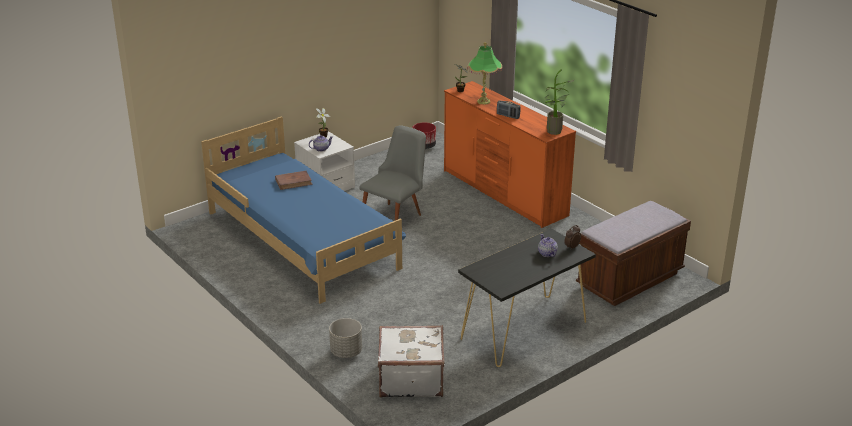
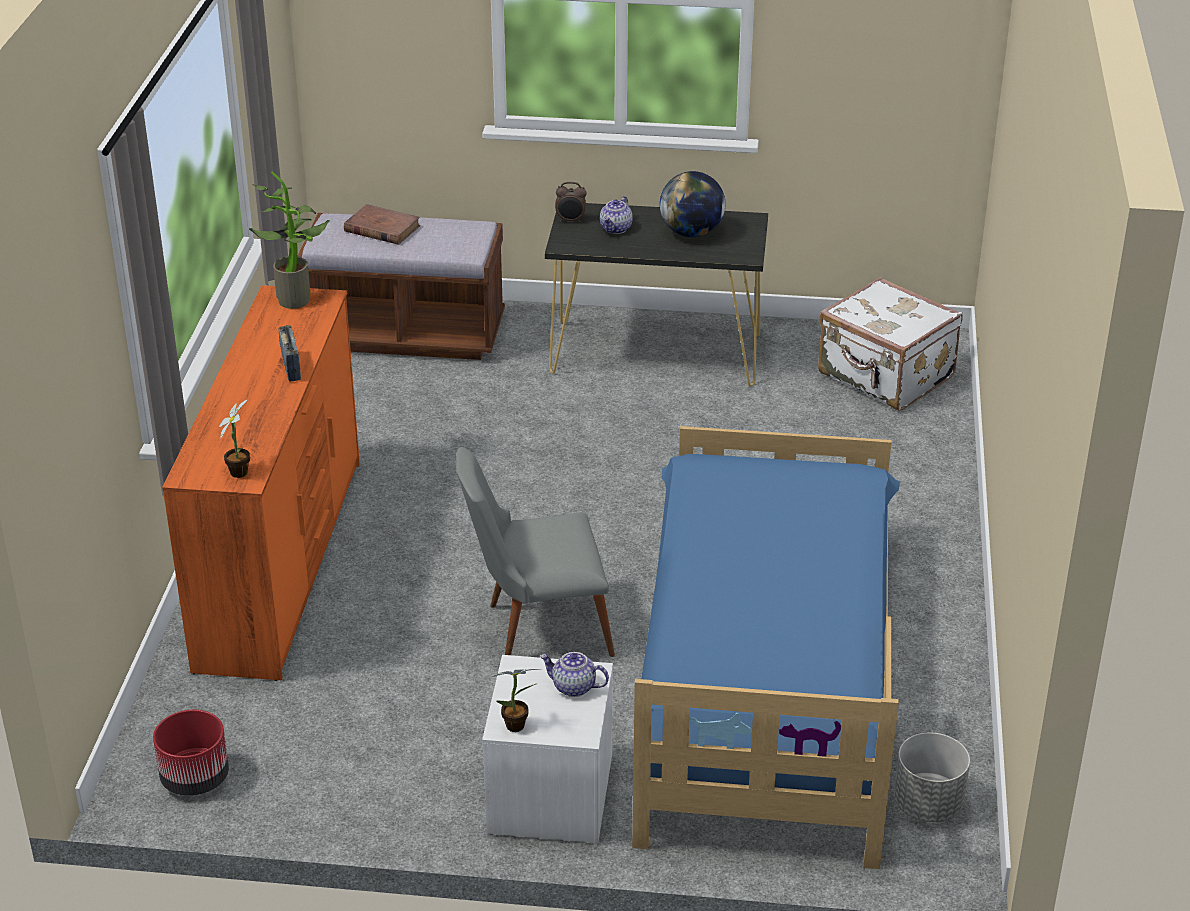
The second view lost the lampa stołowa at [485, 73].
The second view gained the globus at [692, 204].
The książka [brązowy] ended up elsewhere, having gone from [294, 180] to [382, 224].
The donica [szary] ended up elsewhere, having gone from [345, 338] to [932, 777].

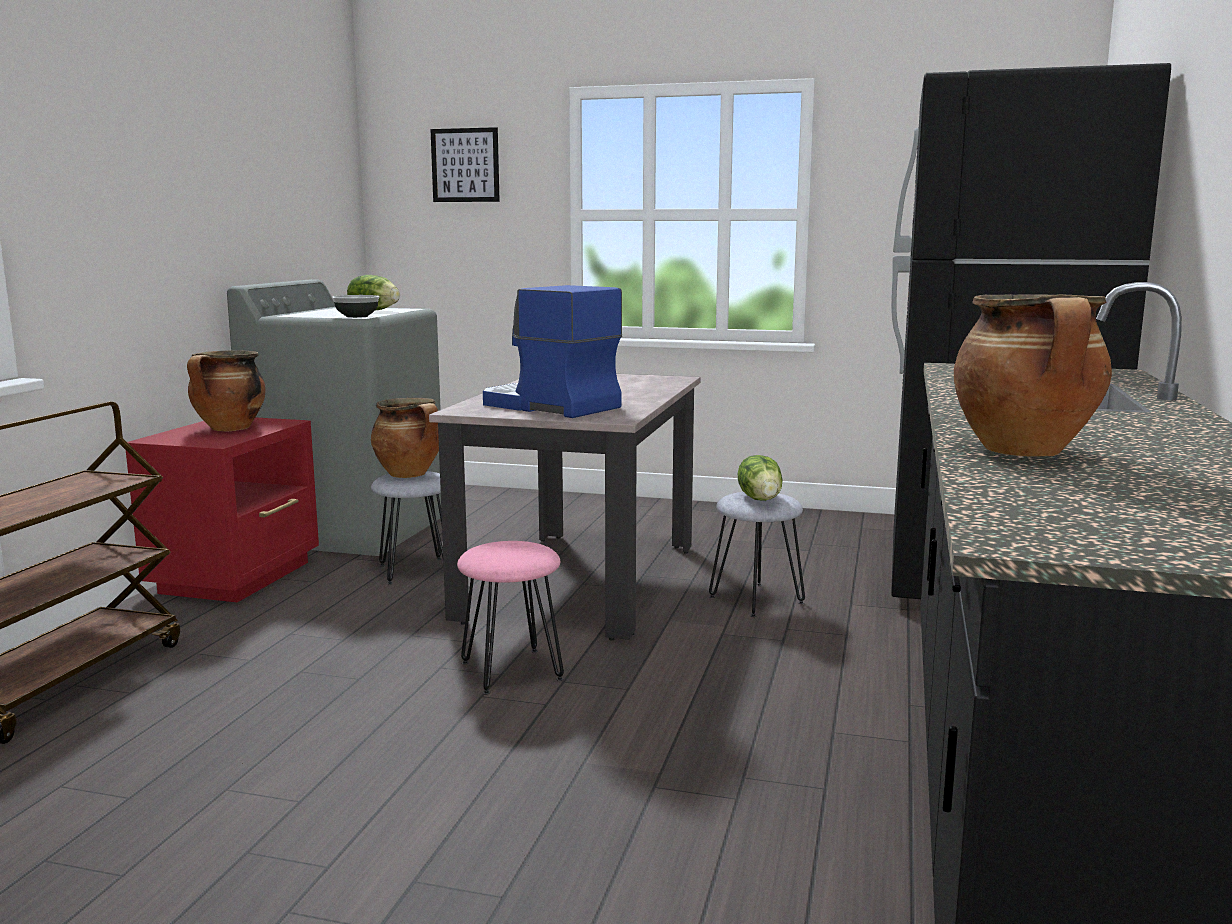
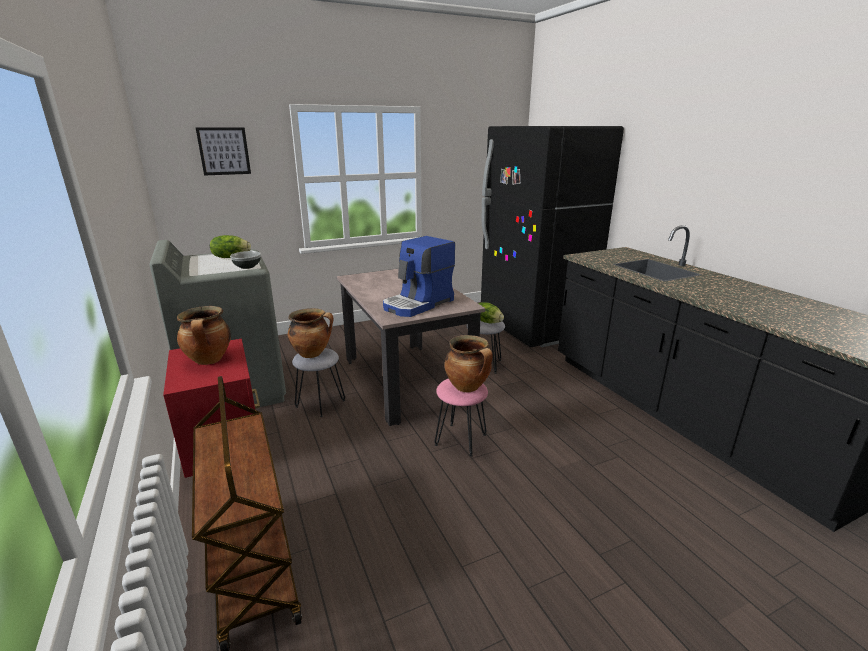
The garnek ended up elsewhere, having gone from [1033, 375] to [468, 363].
The ekspres do kawy at [552, 351] ended up facing another way, 45 degrees counterclockwise from before.

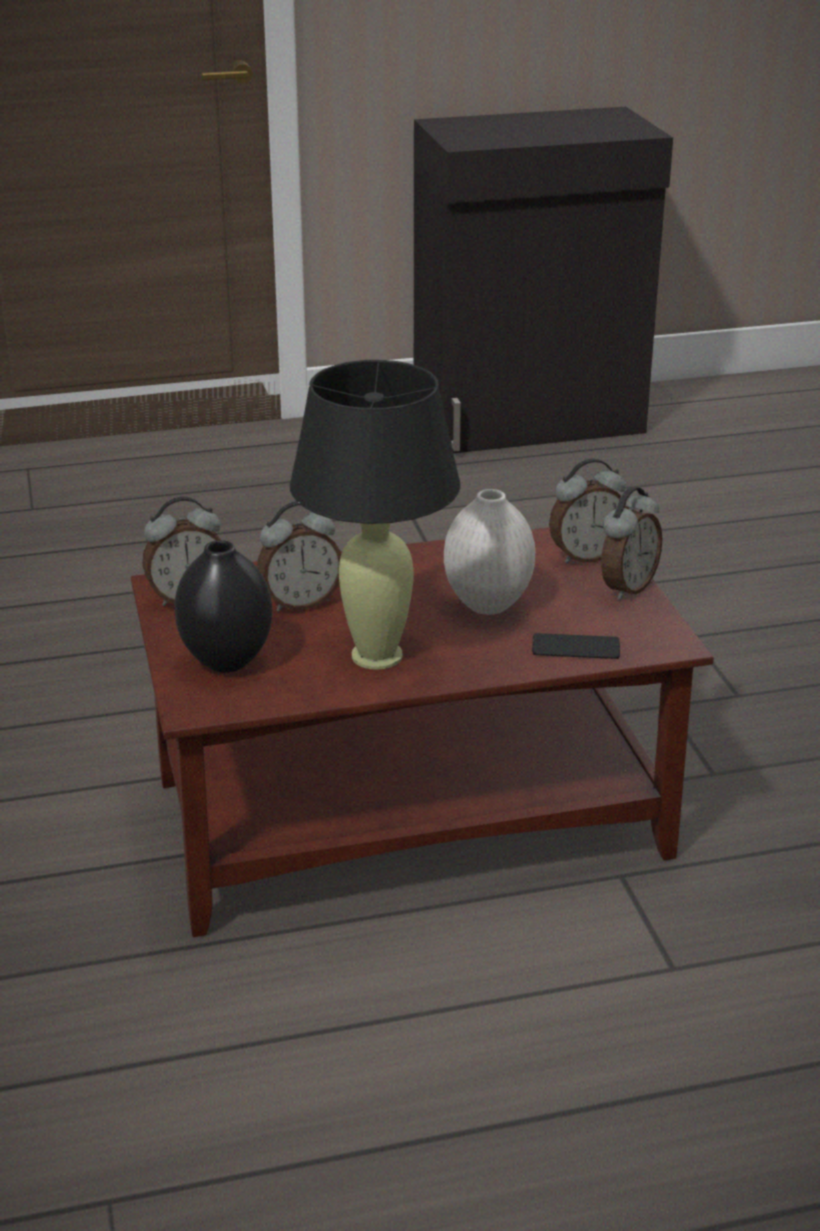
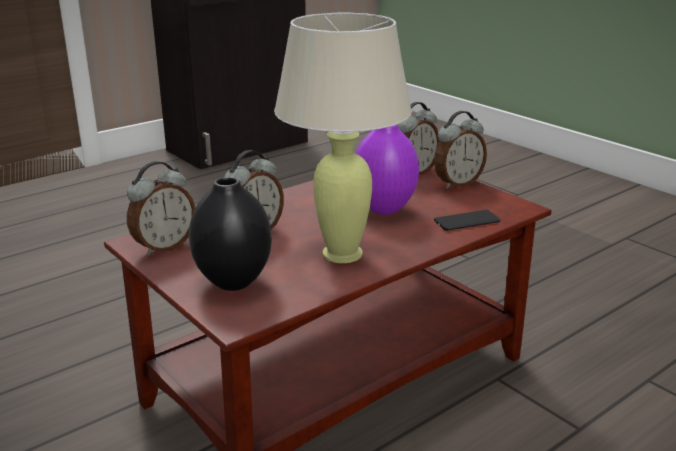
What was the lampa stołowa [czarny] at [375, 515] turned into the lampa stołowa [beżowy] at [343, 138].
What was the wazon [biały] at [489, 552] turned into the wazon [fioletowy] at [387, 169].
The budzik at [631, 543] ended up facing another way, 45 degrees clockwise from before.

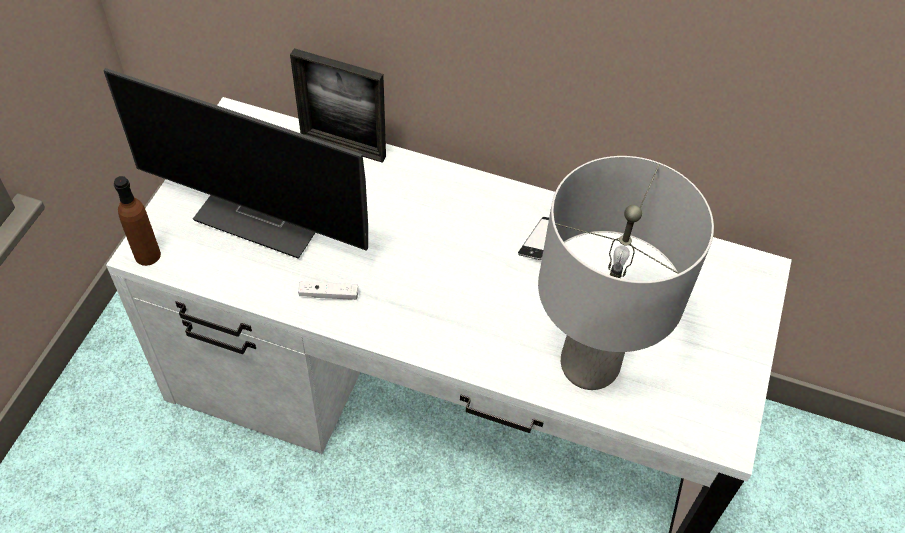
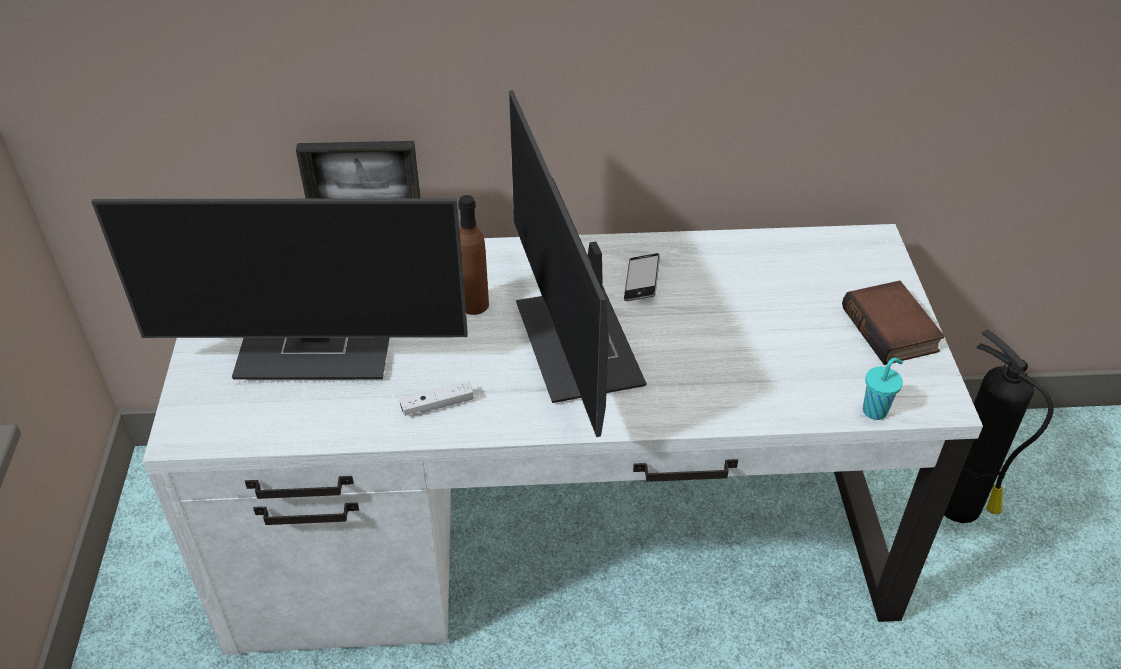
The second view lost the lampa stołowa [szary] at [626, 273].
The second view gained the monitor at [578, 263].
The second view gained the książka at [893, 323].
The second view gained the filiżanka [turkusowy] at [883, 389].
The second view gained the gaśnica at [999, 426].
The butelka [brązowy] ended up elsewhere, having gone from [137, 221] to [473, 255].

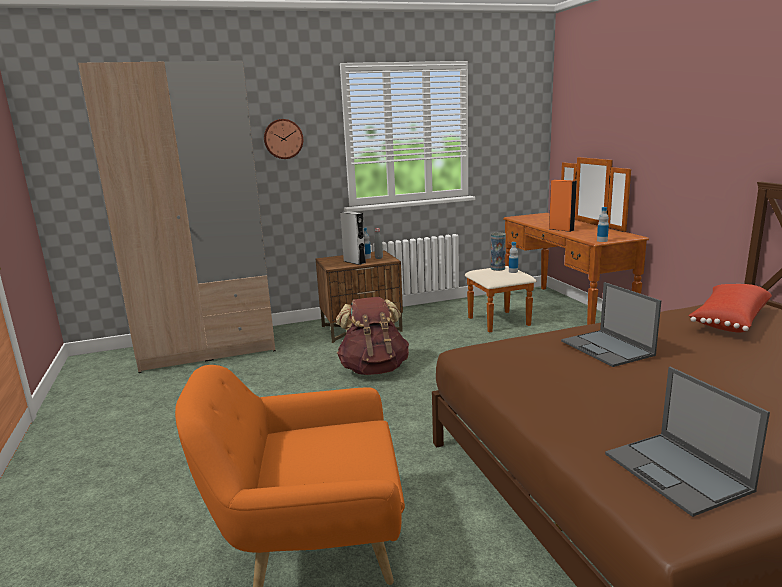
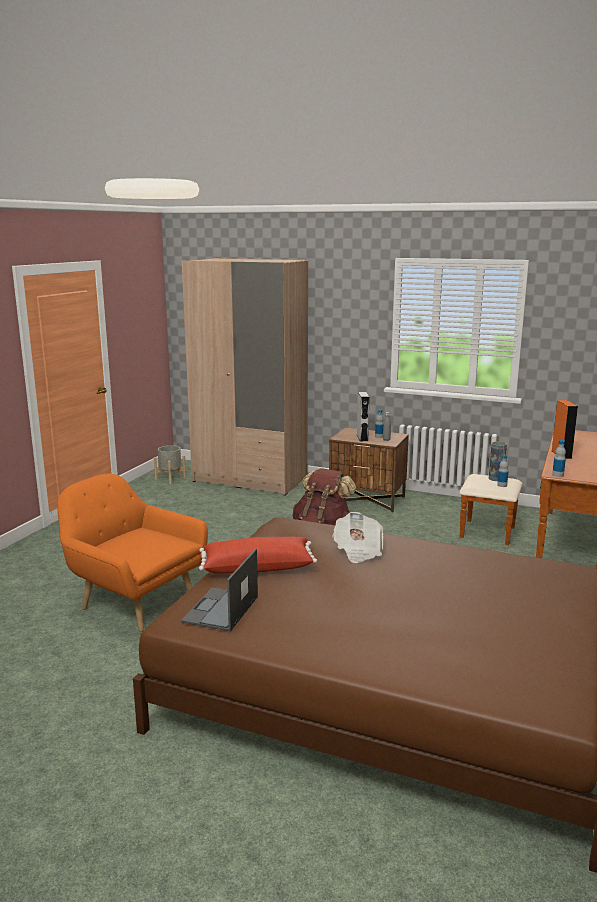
The second view lost the zegar ścienny at [283, 139].
The second view gained the donica [szary] at [170, 464].
The poduszka [czerwony] ended up elsewhere, having gone from [730, 308] to [258, 555].
Where the laptop stood at [611, 324], the gazeta came to stand at [357, 537].

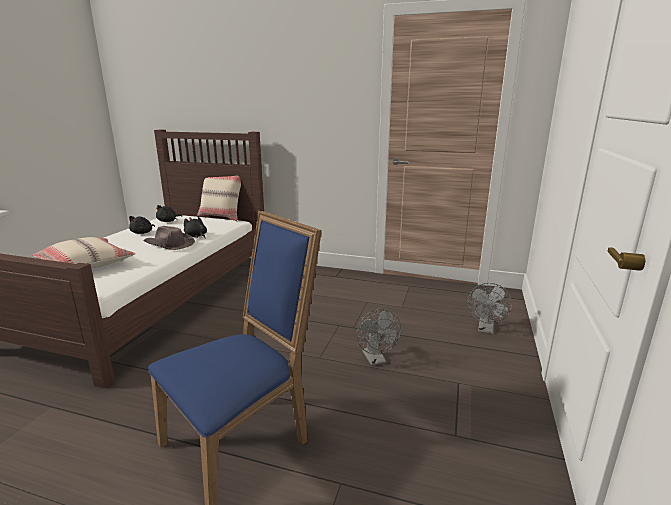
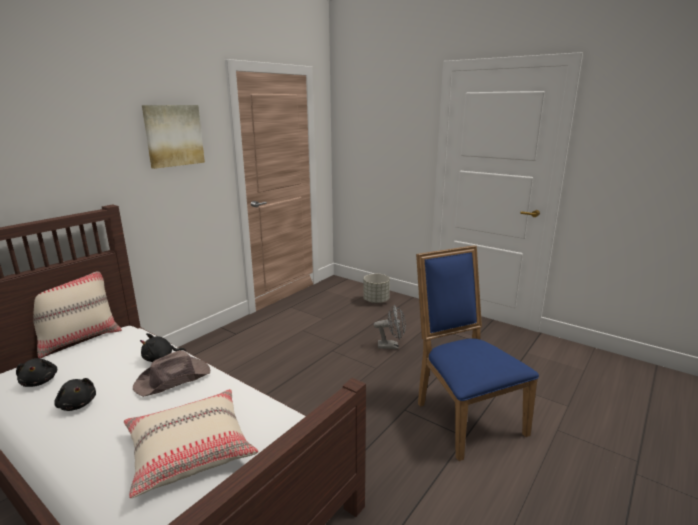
The second view gained the obraz at [173, 137].
Where the wentylator [szary] stood at [490, 308], the donica [szary] came to stand at [376, 288].

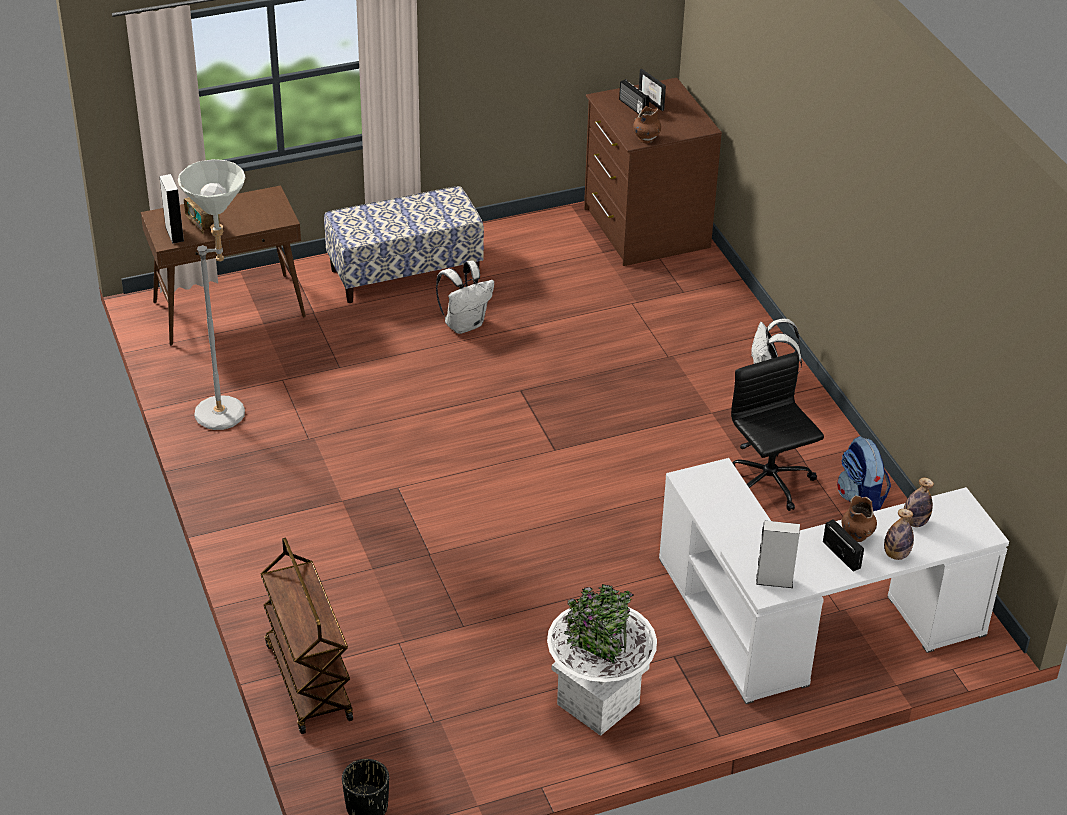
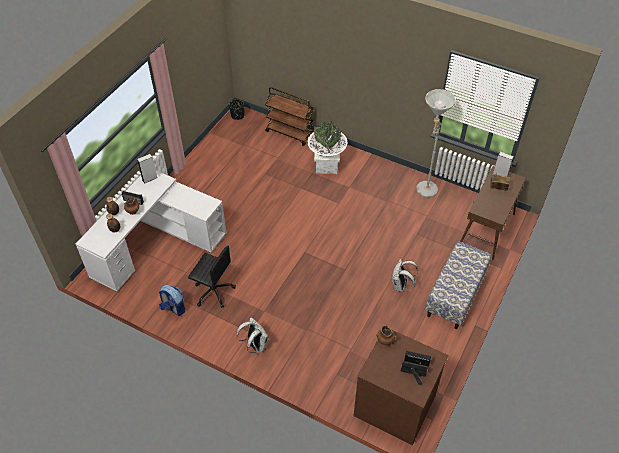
The donica [biały] ended up elsewhere, having gone from [602, 660] to [327, 147].

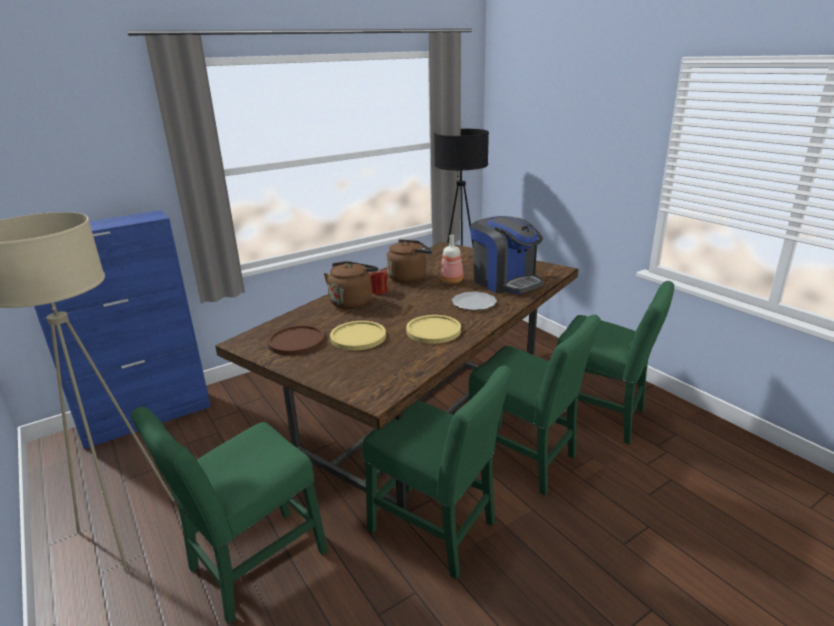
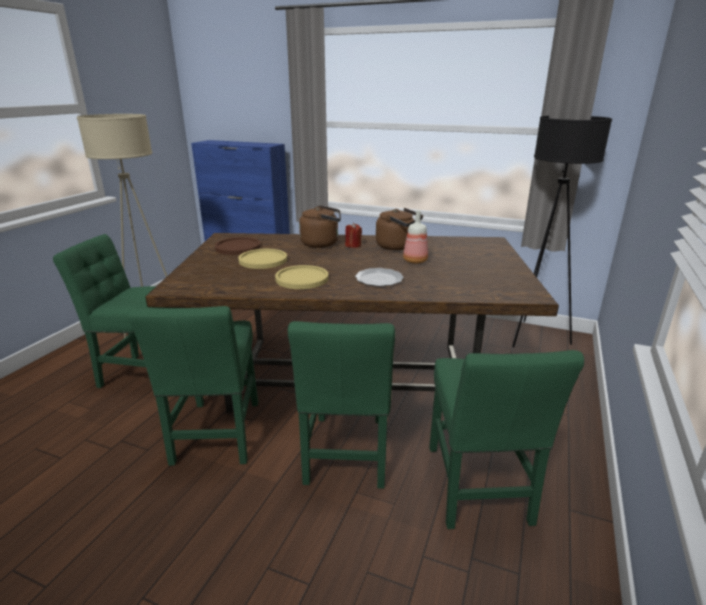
The second view lost the ekspres do kawy at [507, 255].

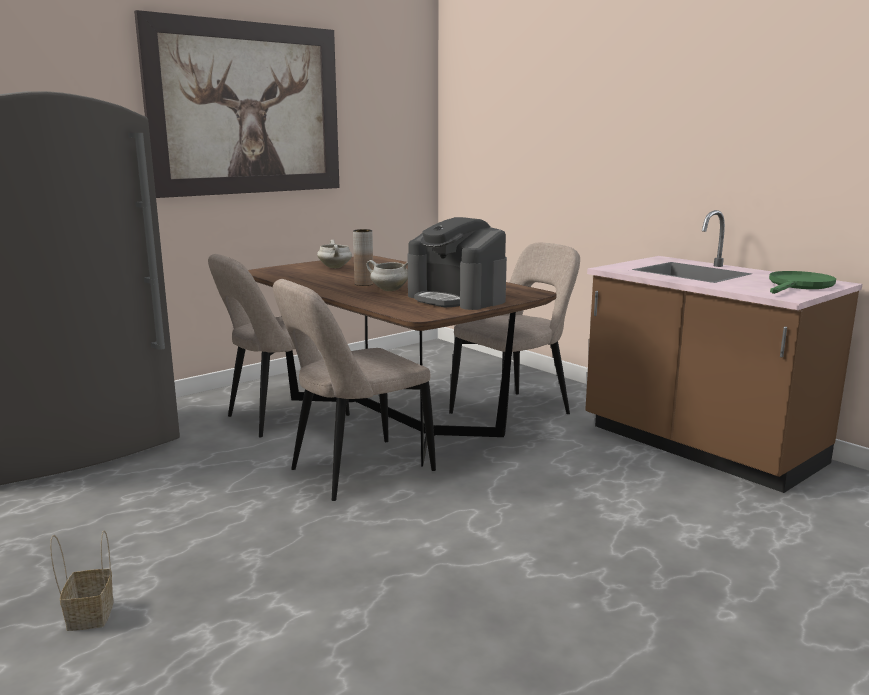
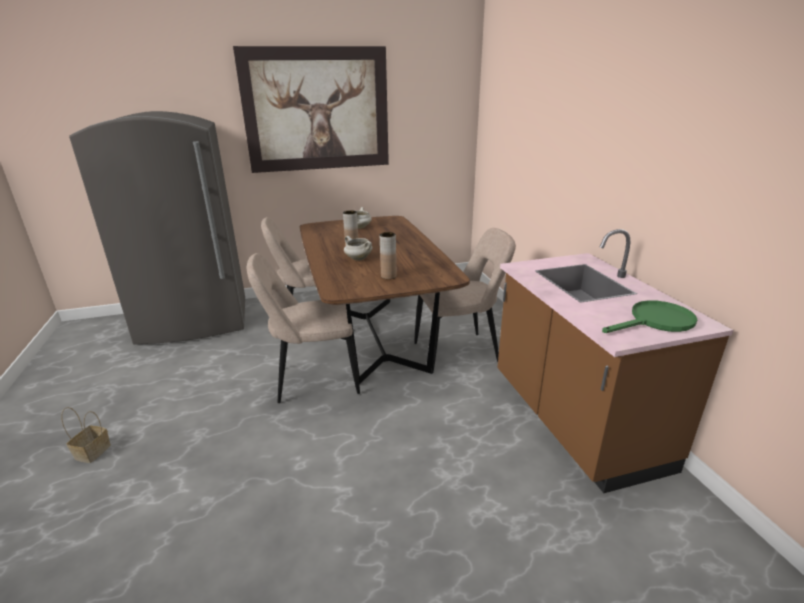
Where the ekspres do kawy stood at [457, 263], the wazon [brązowy] came to stand at [388, 255].

